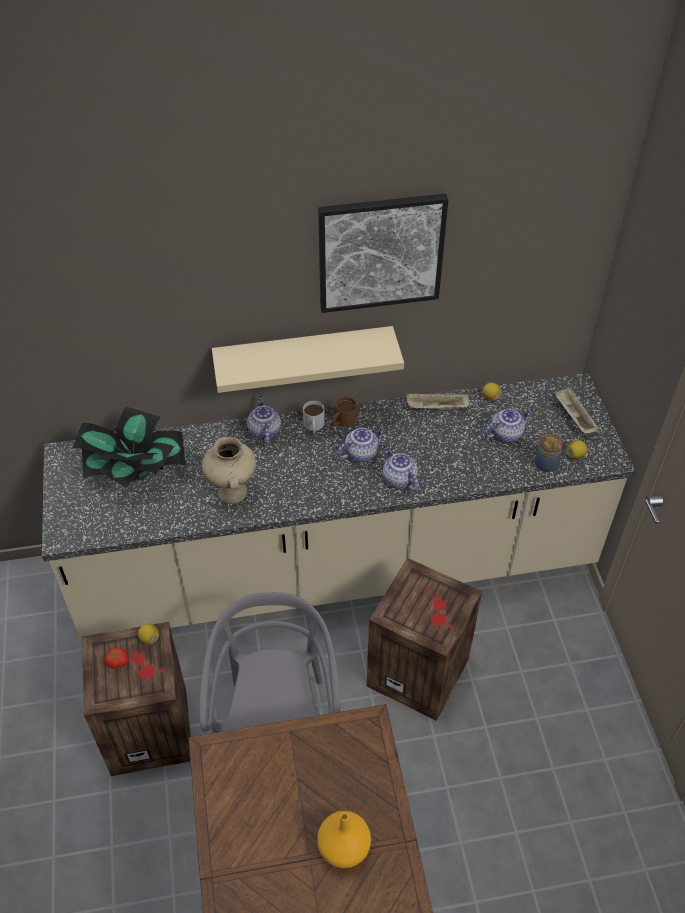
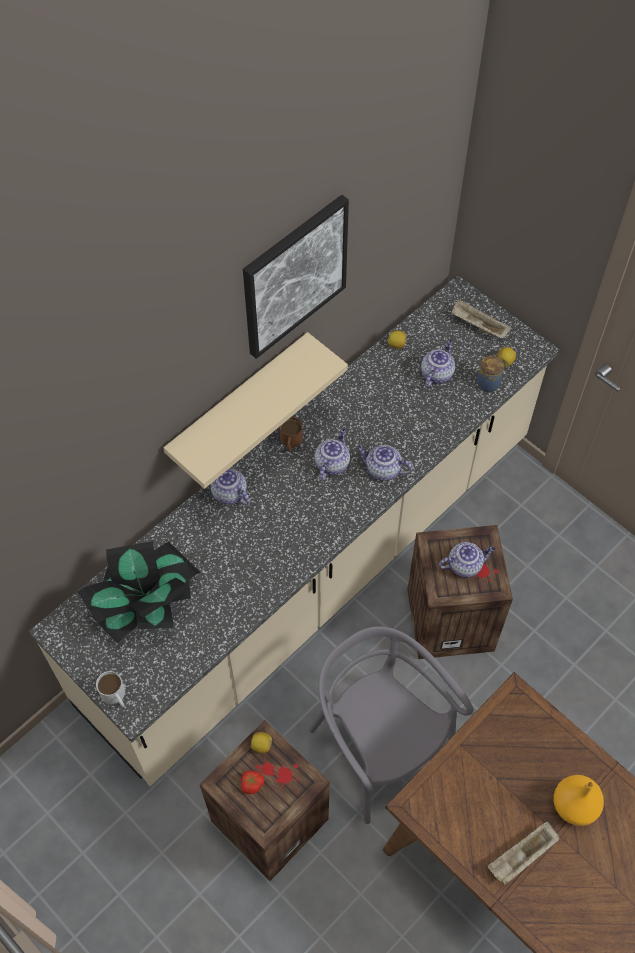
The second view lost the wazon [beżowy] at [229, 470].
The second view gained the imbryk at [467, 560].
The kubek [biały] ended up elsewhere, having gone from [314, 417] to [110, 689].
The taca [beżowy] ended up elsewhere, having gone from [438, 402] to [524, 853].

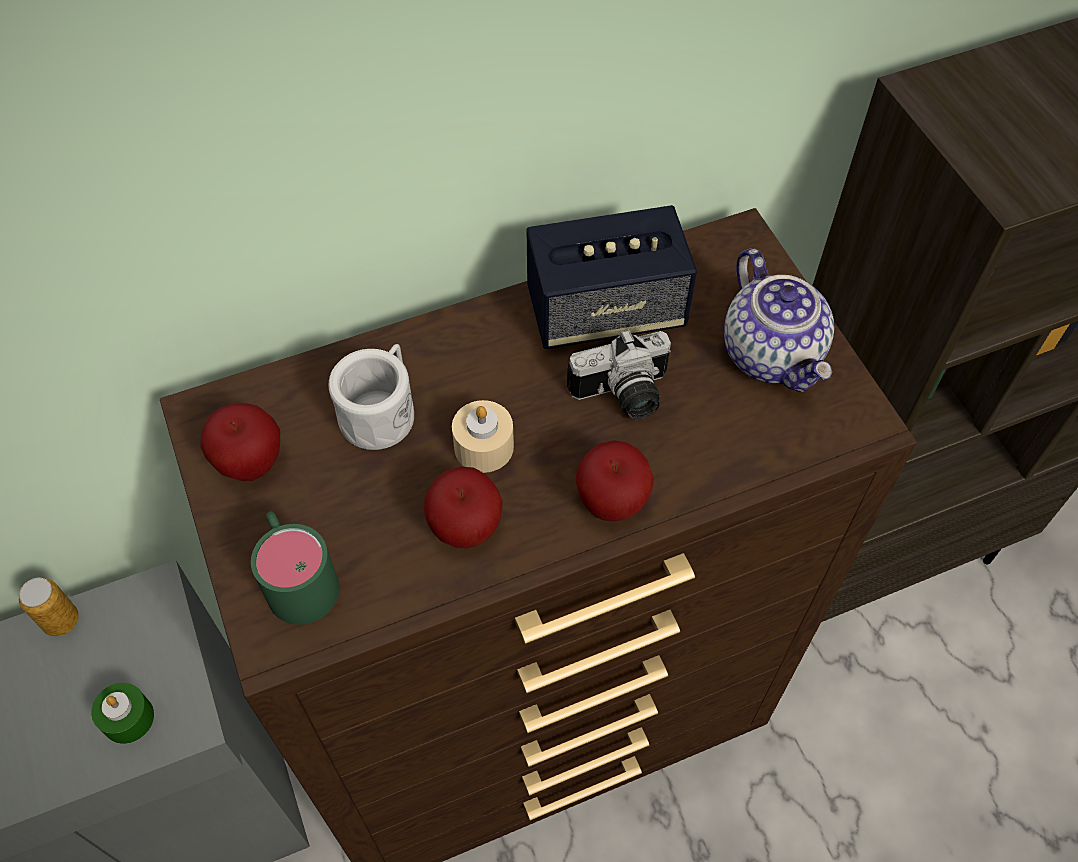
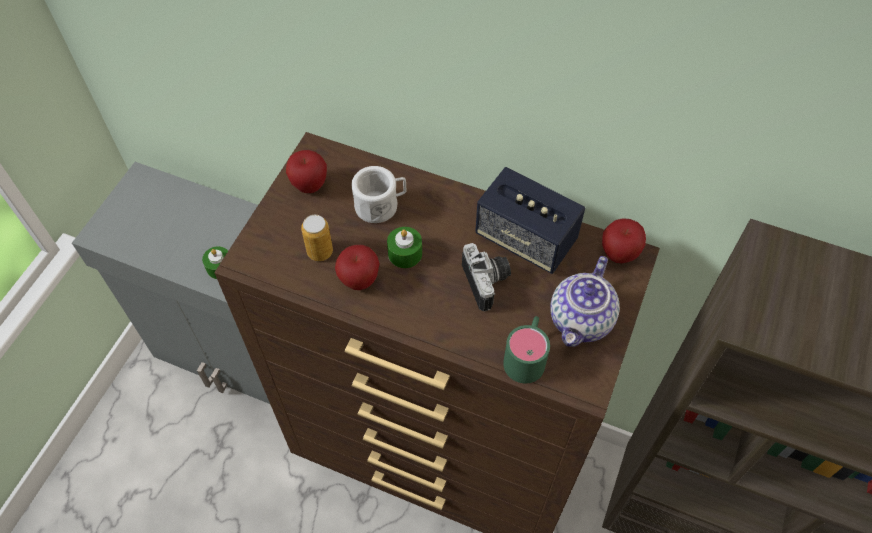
The puszka ended up elsewhere, having gone from [49, 607] to [317, 238].
The kubek [zielony] ended up elsewhere, having gone from [295, 568] to [526, 349].
The jabłko ended up elsewhere, having gone from [615, 481] to [624, 240].
What was the świeca [beżowy] at [483, 436] turned into the świeca [zielony] at [404, 247].
The aparat fotograficzny at [619, 374] ended up facing another way, 135 degrees counterclockwise from before.

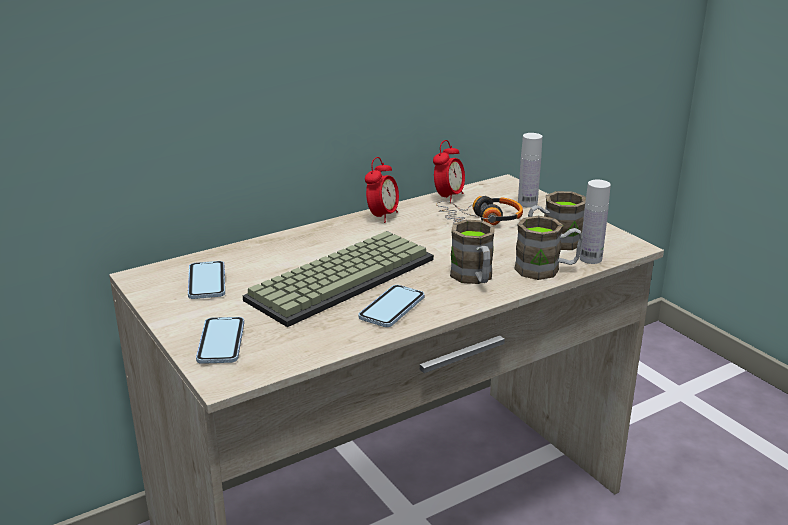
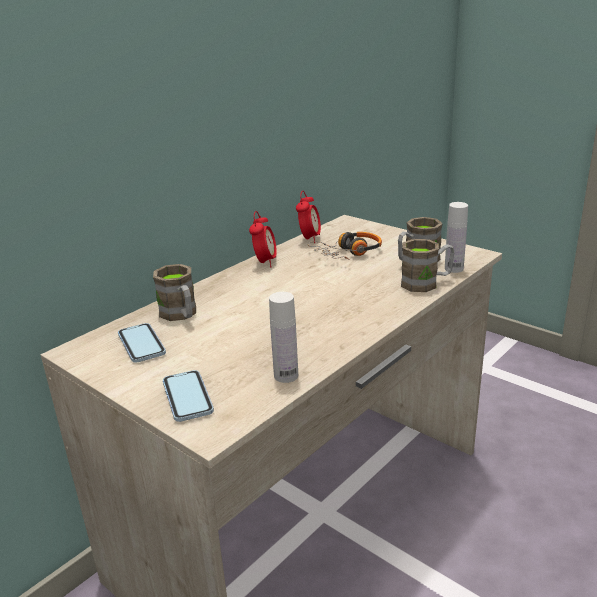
The second view lost the klawiatura at [338, 279].
The second view lost the telefon at [391, 306].
The kubek [brązowy] ended up elsewhere, having gone from [472, 252] to [174, 292].
The butelka [biały] ended up elsewhere, having gone from [530, 170] to [283, 337].

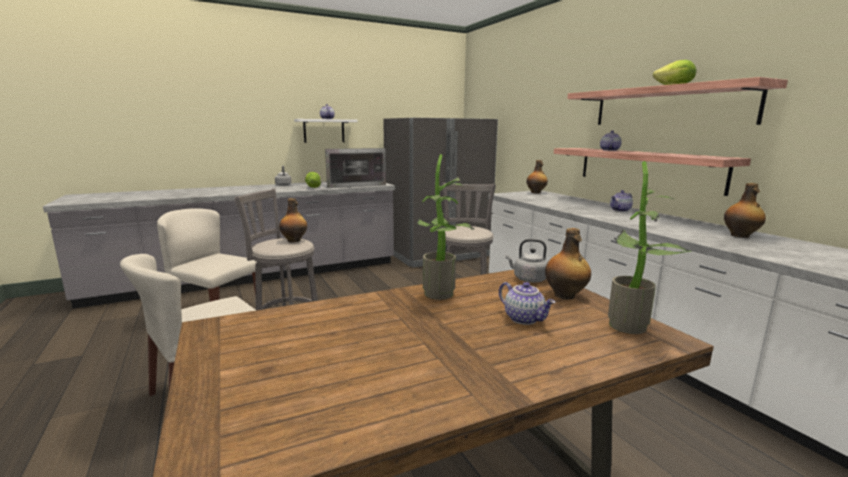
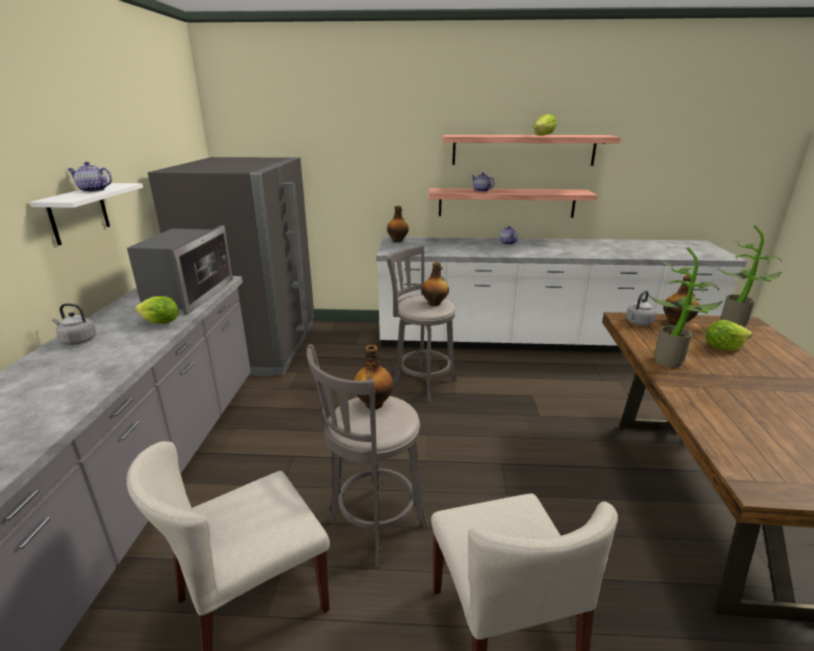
The butelka ended up elsewhere, having gone from [745, 210] to [435, 284].
Where the imbryk stood at [527, 303], the sałata came to stand at [728, 335].

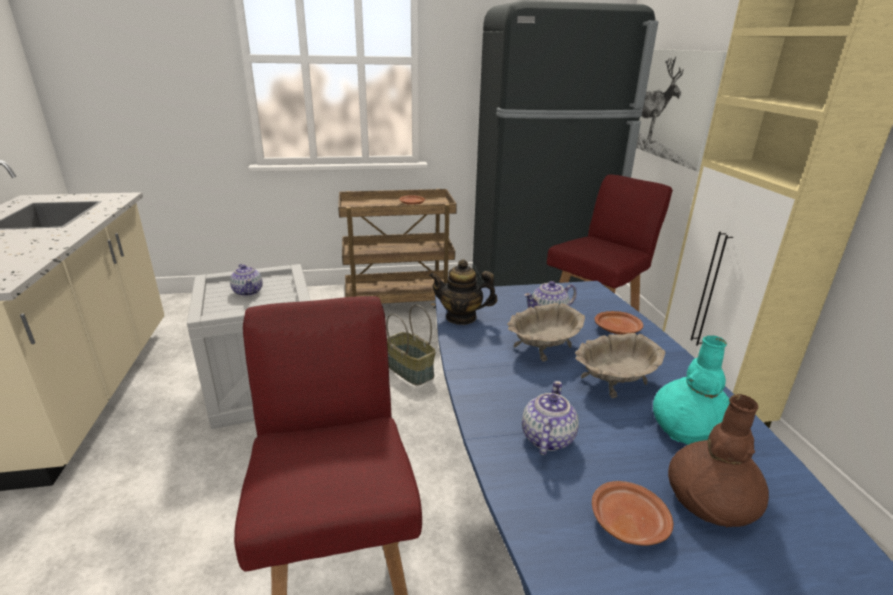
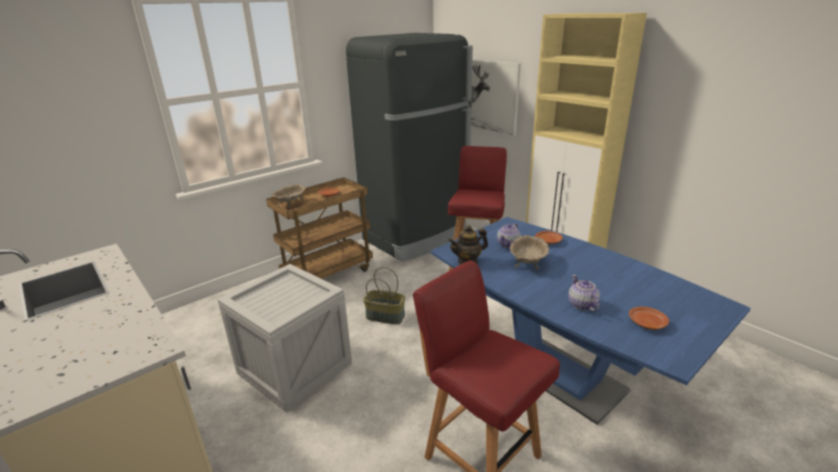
The second view lost the imbryk at [246, 280].
The second view lost the wazon [turkusowy] at [691, 390].
The second view lost the wazon [brązowy] at [718, 461].
The miska [beżowy] ended up elsewhere, having gone from [620, 365] to [288, 195].

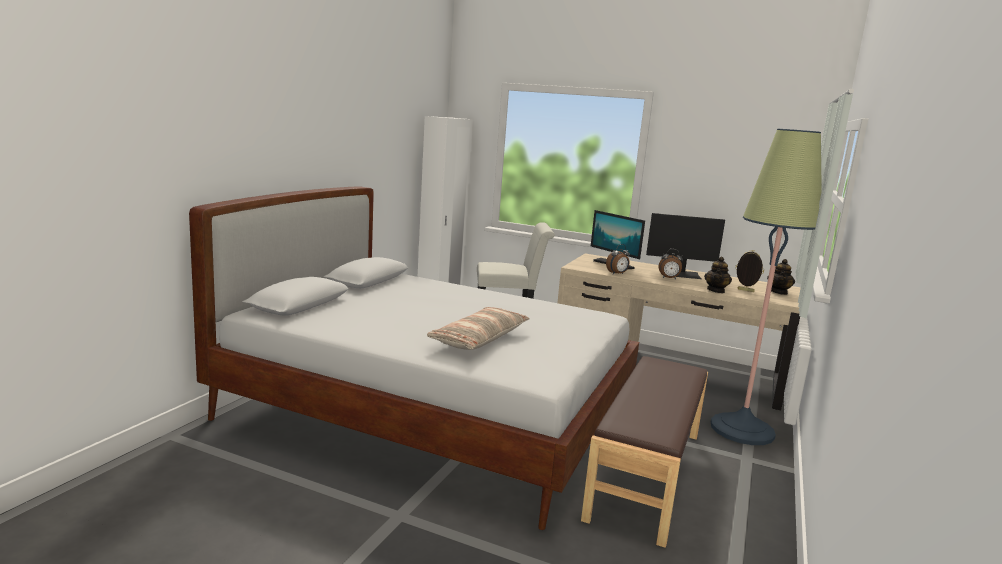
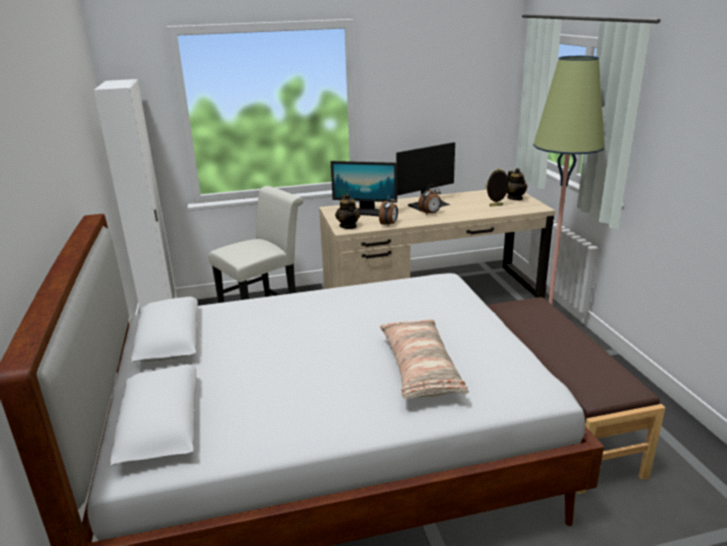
The imbryk ended up elsewhere, having gone from [718, 275] to [348, 211].

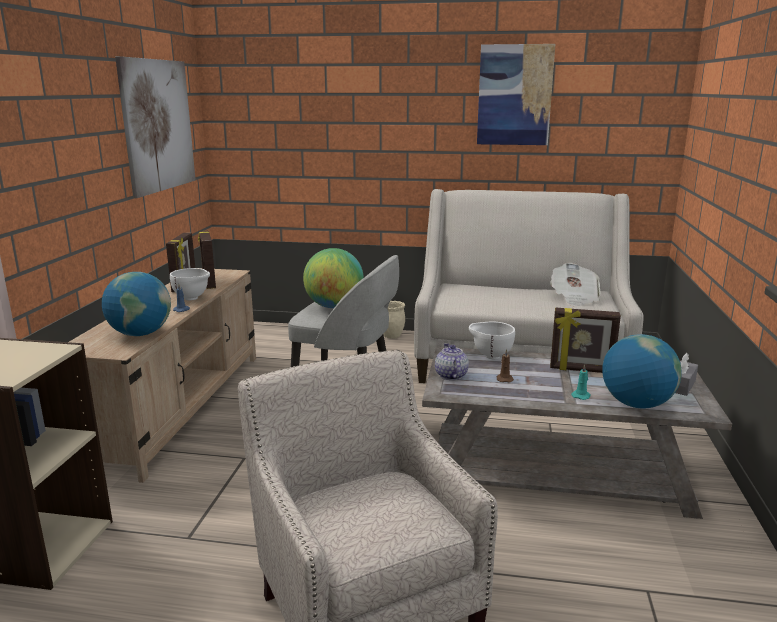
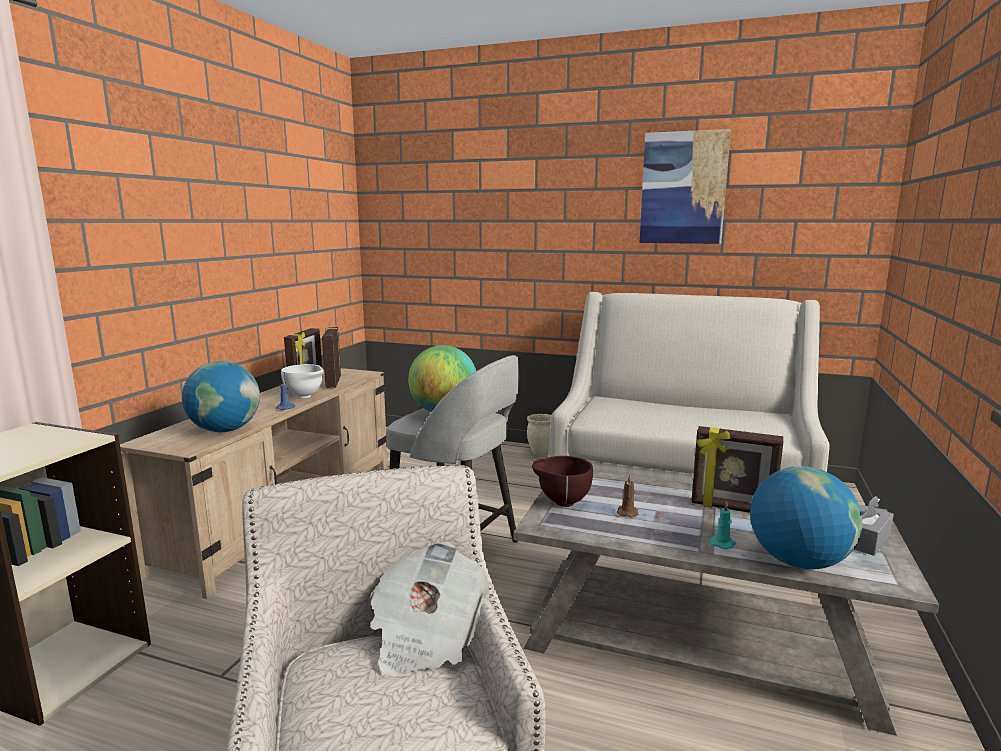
The second view lost the obraz at [155, 127].
The second view lost the miska [biały] at [492, 340].
The gazeta ended up elsewhere, having gone from [575, 284] to [429, 609].
Where the imbryk stood at [452, 361], the miska [brązowy] came to stand at [562, 481].

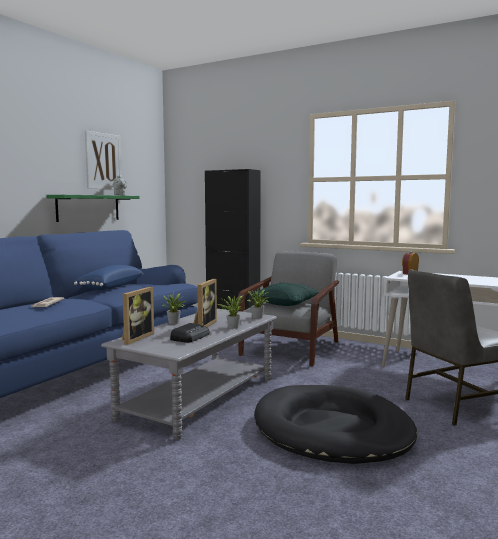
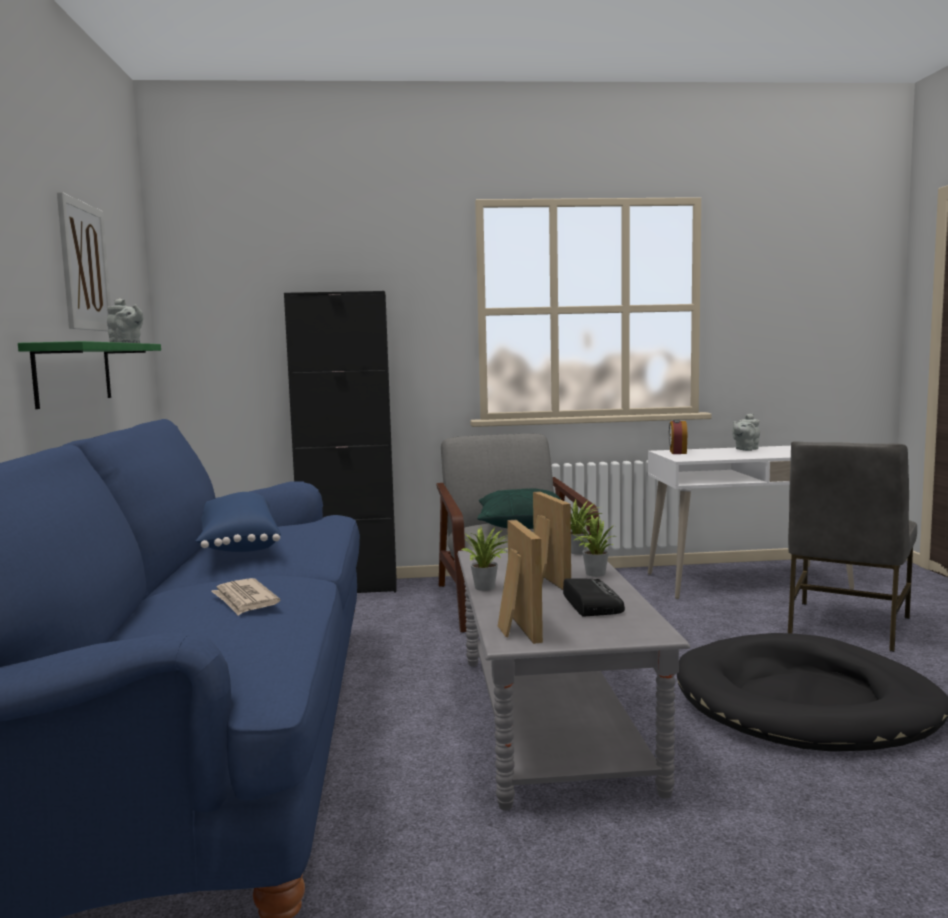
The second view gained the imbryk [szary] at [746, 432].

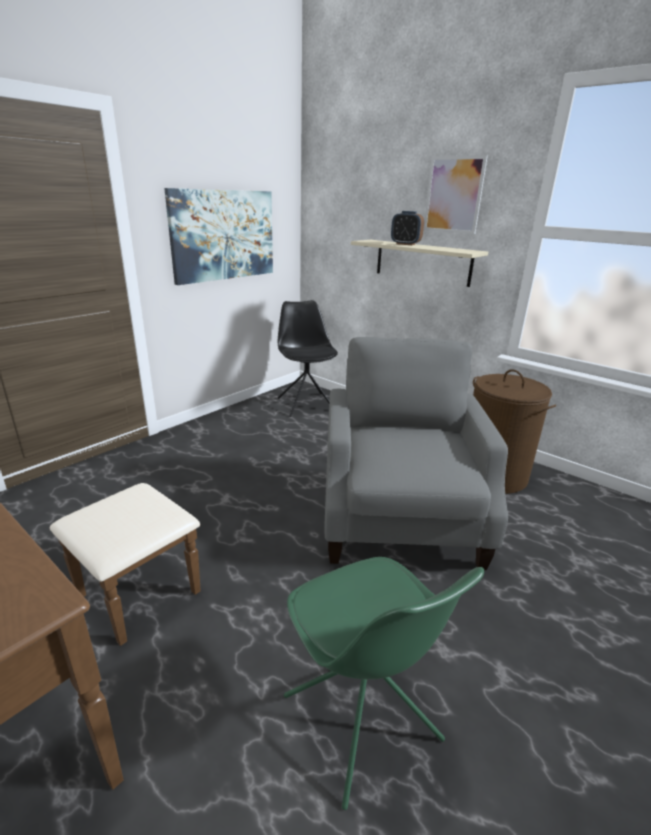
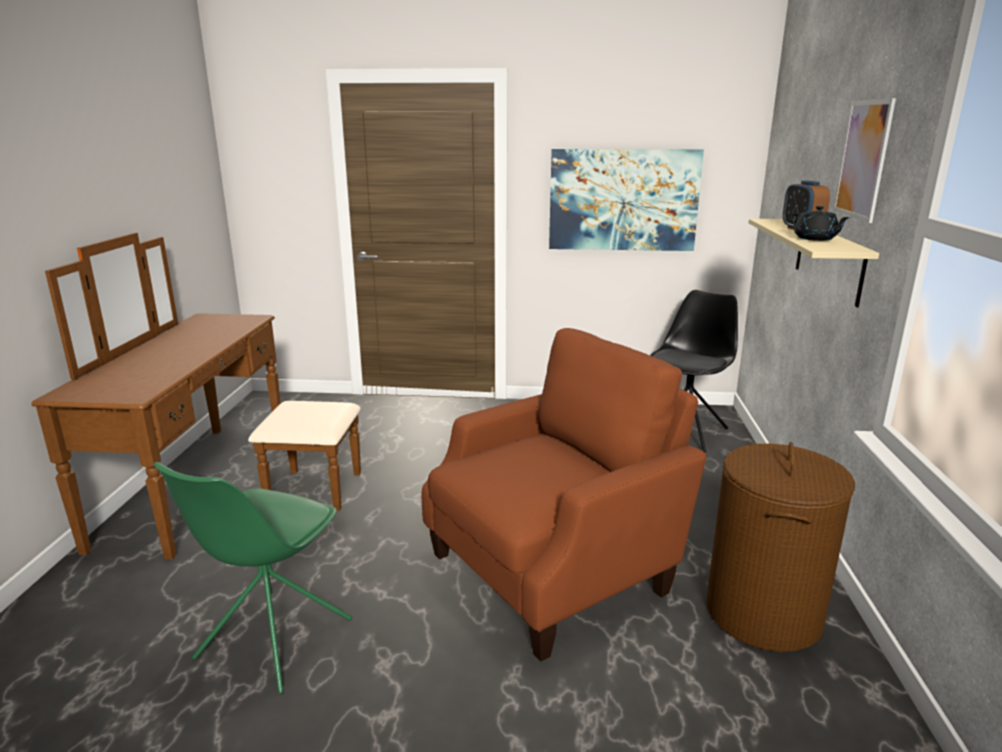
The second view gained the imbryk [czarny] at [821, 223].
What was the fotel [szary] at [416, 453] turned into the fotel [brązowy] at [564, 495].

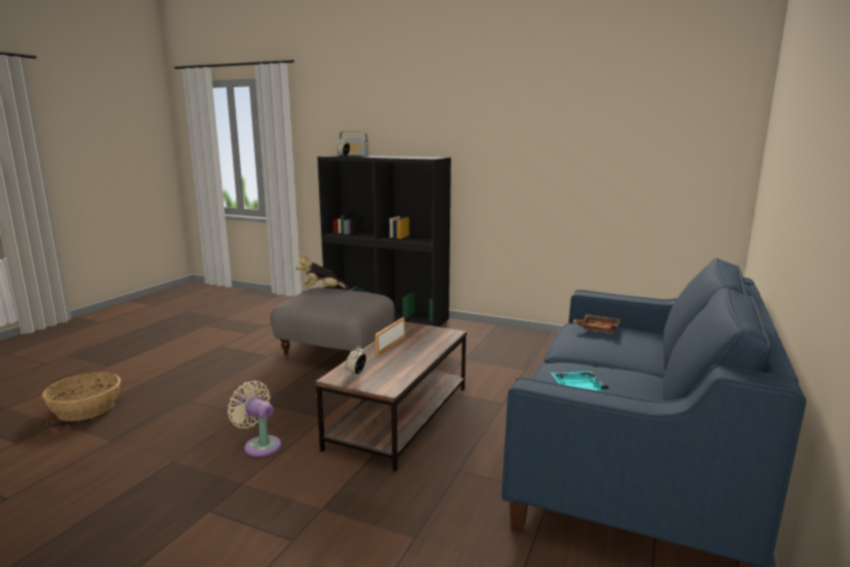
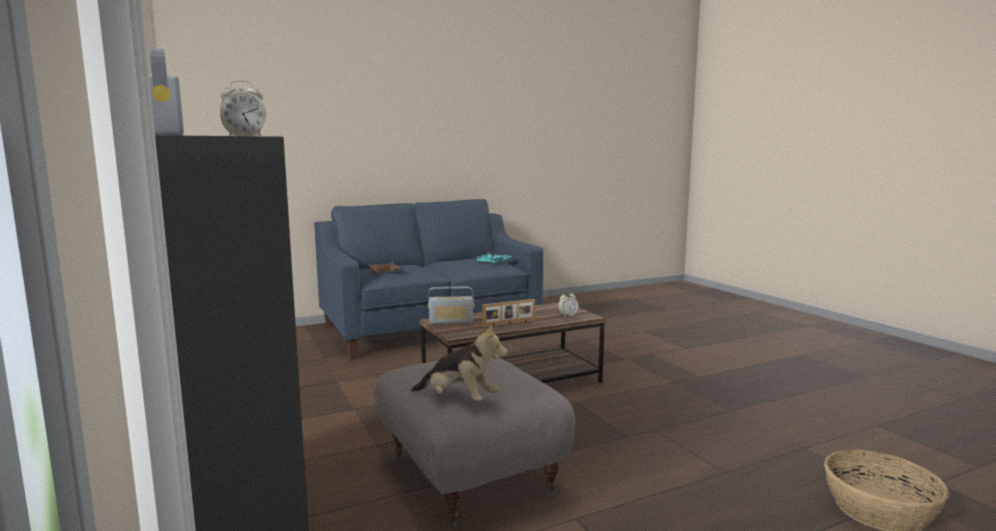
The second view lost the wentylator [beżowy] at [254, 419].
The second view gained the radio at [451, 304].

